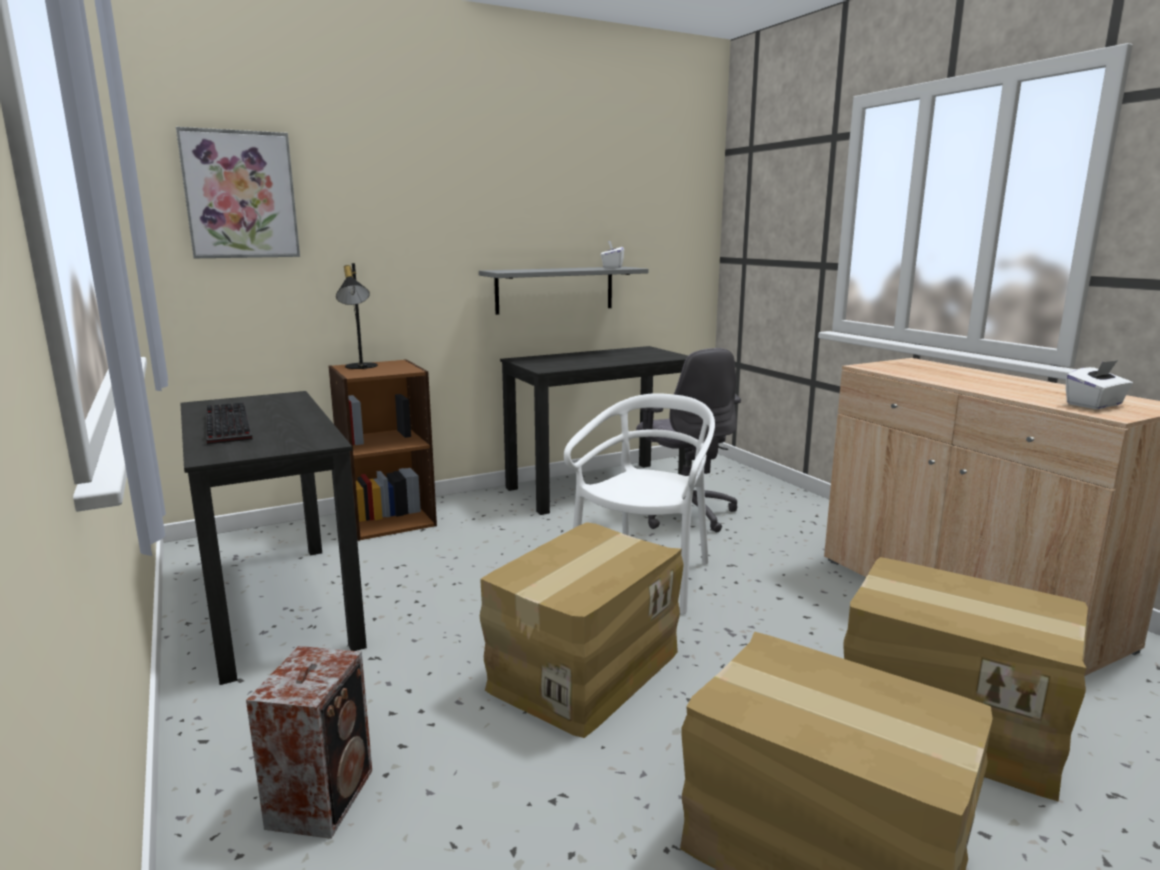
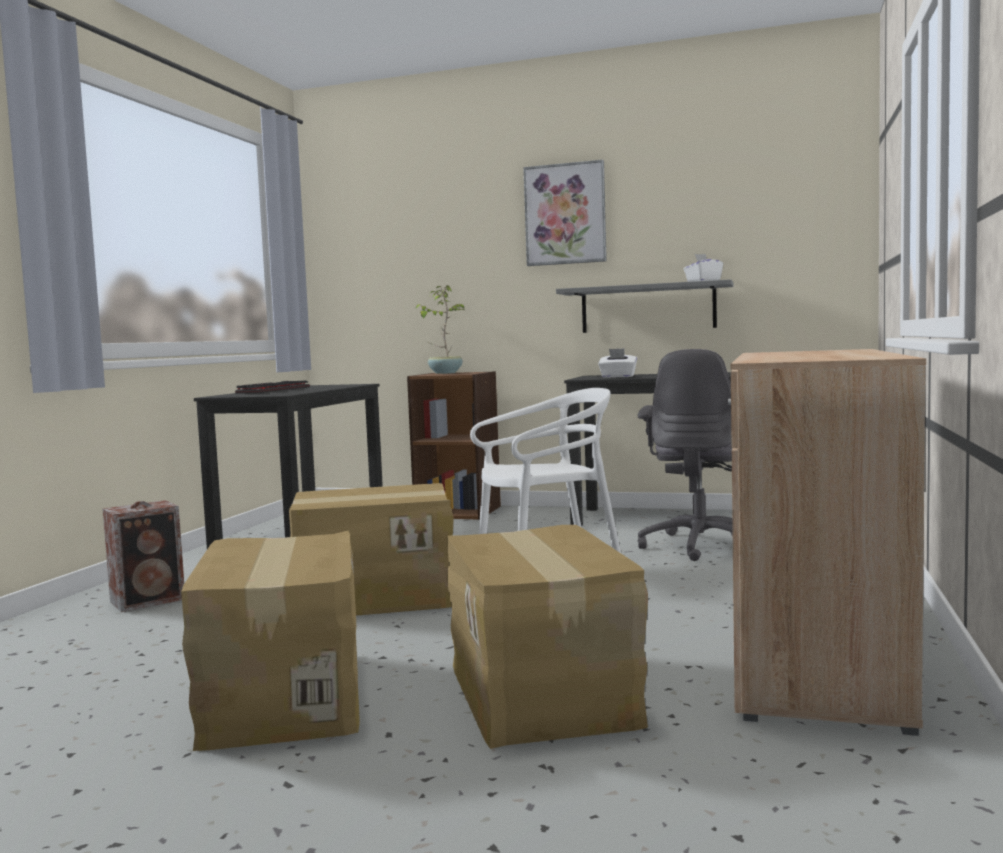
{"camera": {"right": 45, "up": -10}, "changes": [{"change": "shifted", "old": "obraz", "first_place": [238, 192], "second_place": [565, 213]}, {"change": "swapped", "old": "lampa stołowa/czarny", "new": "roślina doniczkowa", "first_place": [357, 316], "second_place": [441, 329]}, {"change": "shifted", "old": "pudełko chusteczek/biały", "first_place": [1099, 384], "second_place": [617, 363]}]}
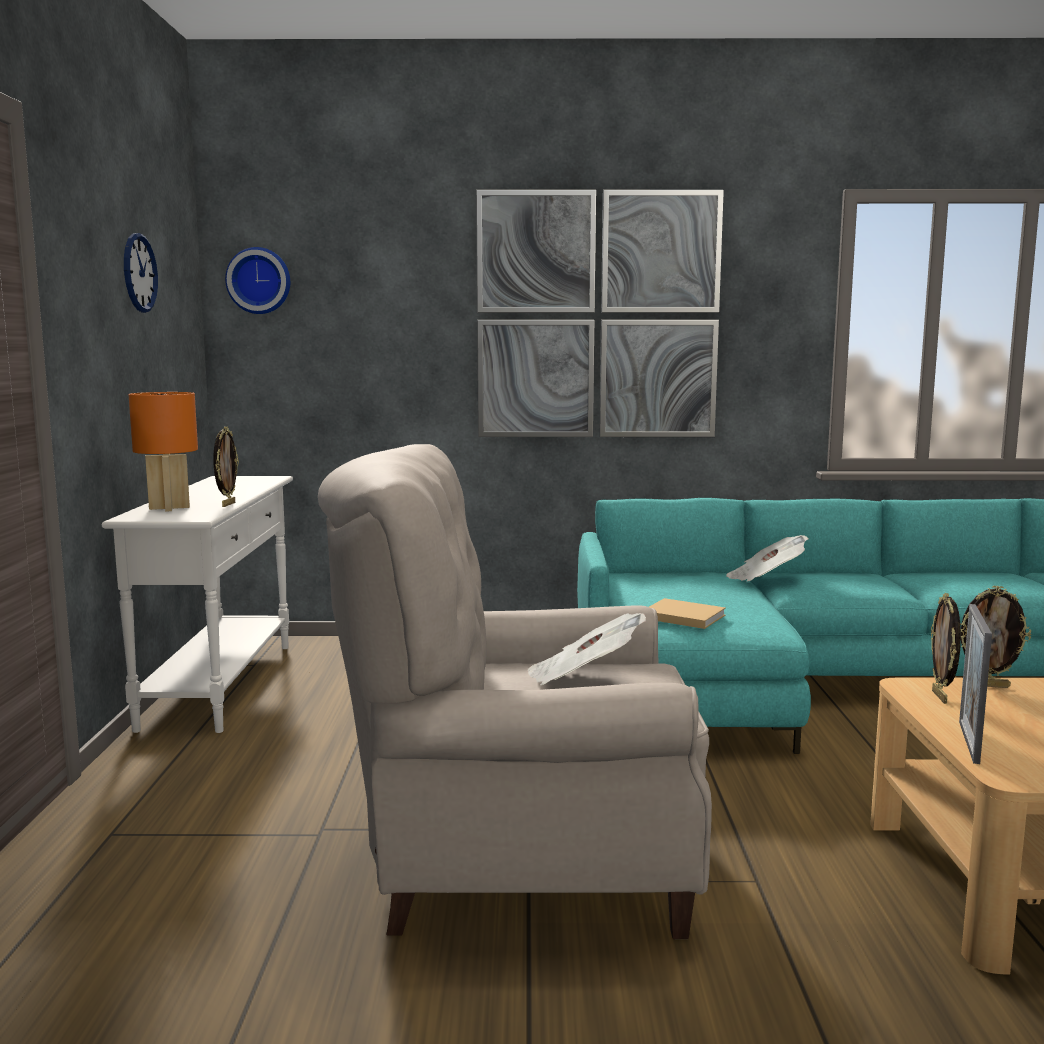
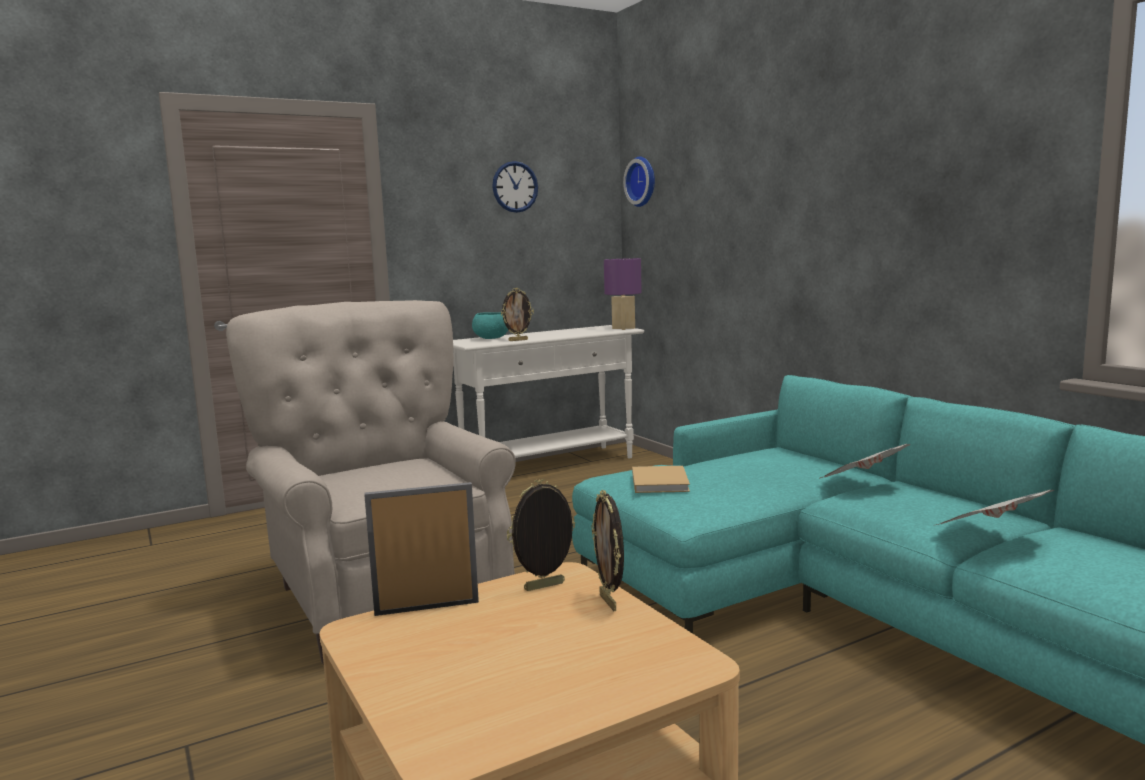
{"camera": {"right": 60, "up": 0}, "changes": [{"change": "swapped", "old": "lampa stołowa/pomarańczowy", "new": "miska/turkusowy", "first_place": [163, 452], "second_place": [490, 325]}, {"change": "gone", "old": "obraz", "first_place": [600, 313]}, {"change": "shifted", "old": "gazeta", "first_place": [586, 649], "second_place": [995, 507]}, {"change": "new", "new": "lampa stołowa/fioletowy", "second_place": [623, 294]}]}
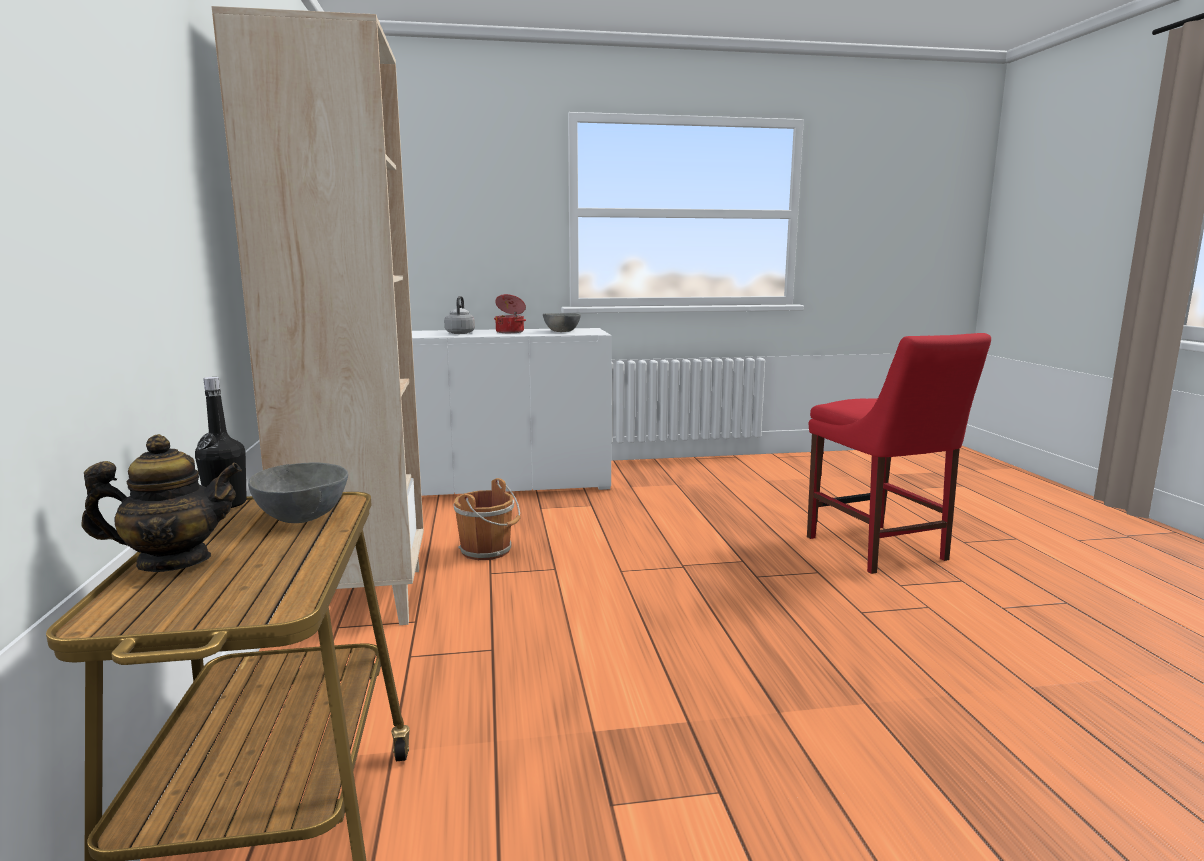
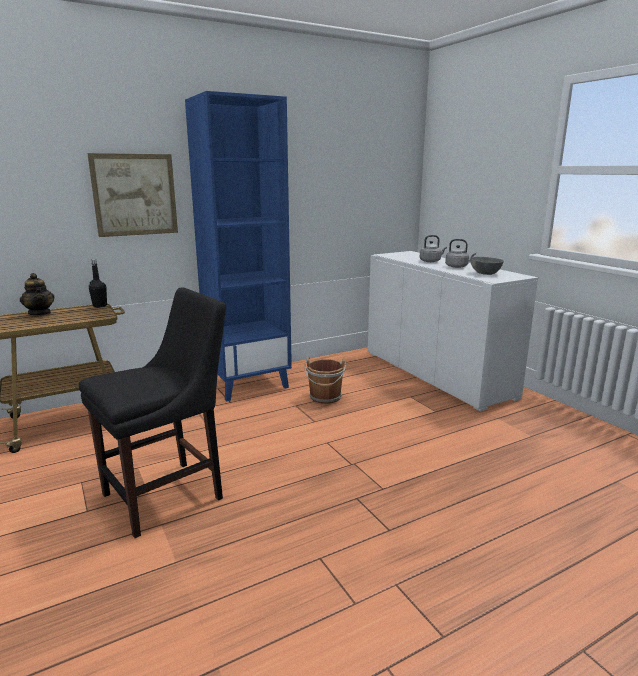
{"camera": {"right": 70, "up": 5}, "changes": [{"change": "repainted", "old": "regał/beżowy", "new": "regał/niebieski", "first_place": [317, 315], "second_place": [238, 246]}, {"change": "gone", "old": "miska/szary", "first_place": [298, 492]}, {"change": "swapped", "old": "garnek", "new": "czajnik/szary", "first_place": [510, 313], "second_place": [460, 253]}, {"change": "gone", "old": "krzesło/czerwony", "first_place": [899, 453]}, {"change": "new", "new": "krzesło/czarny", "second_place": [152, 412]}, {"change": "new", "new": "obraz", "second_place": [132, 195]}]}
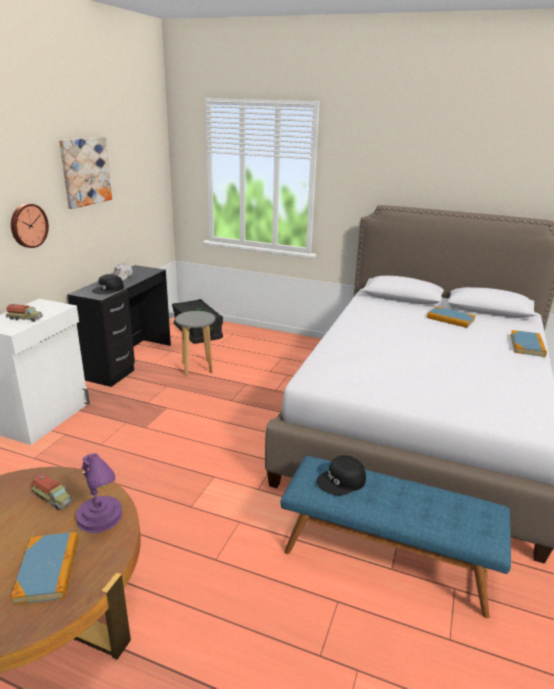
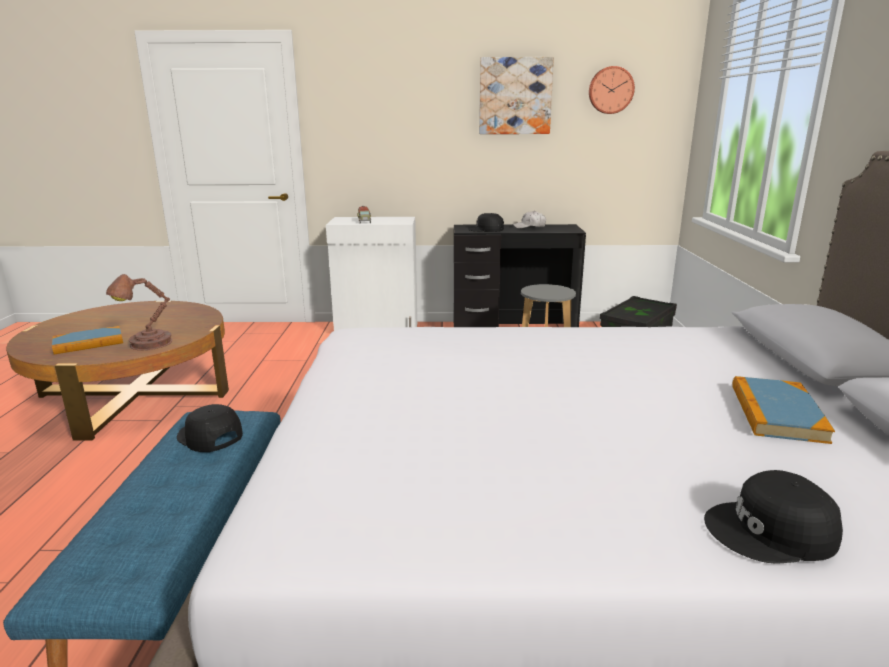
{"camera": {"right": 70, "up": -5}, "changes": [{"change": "shifted", "old": "zegar ścienny", "first_place": [30, 225], "second_place": [612, 90]}, {"change": "gone", "old": "ciężarówka zabawkowa", "first_place": [52, 492]}, {"change": "repainted", "old": "lampa stołowa/fioletowy", "new": "lampa stołowa/brązowy", "first_place": [99, 493], "second_place": [139, 312]}, {"change": "swapped", "old": "książka", "new": "czapka z daszkiem/czarny", "first_place": [528, 343], "second_place": [773, 517]}]}
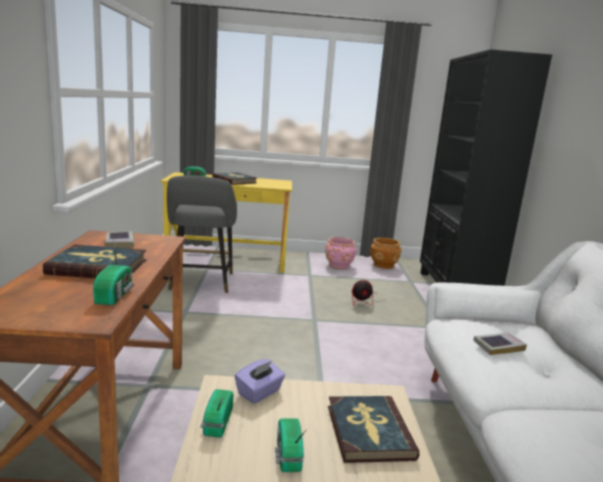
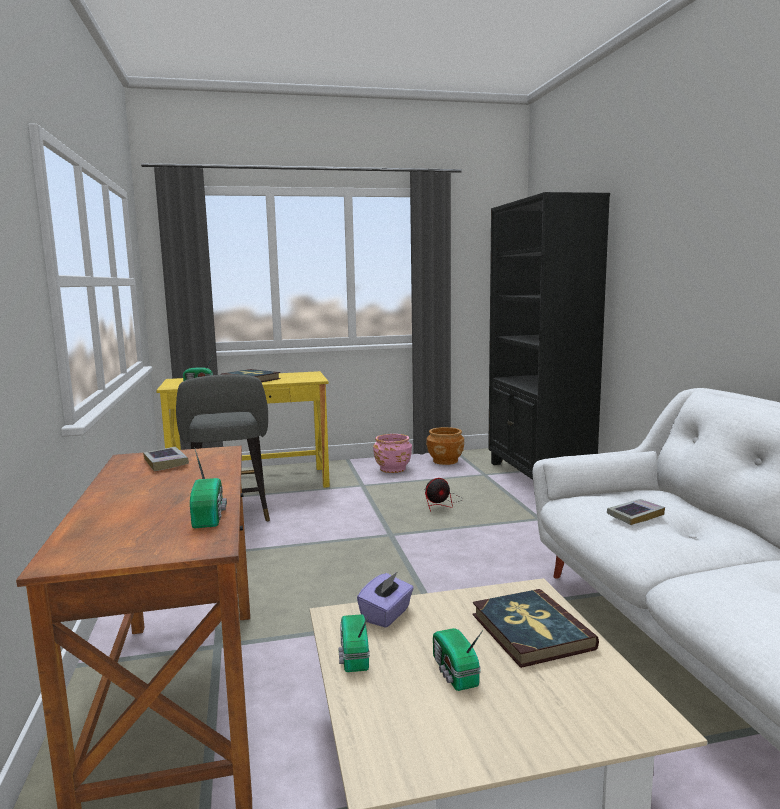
{"camera": {"right": -10, "up": -5}, "changes": [{"change": "gone", "old": "książka", "first_place": [95, 261]}]}
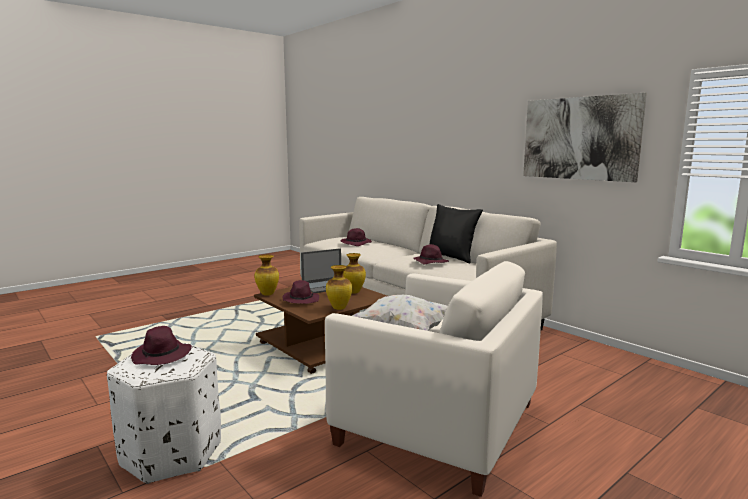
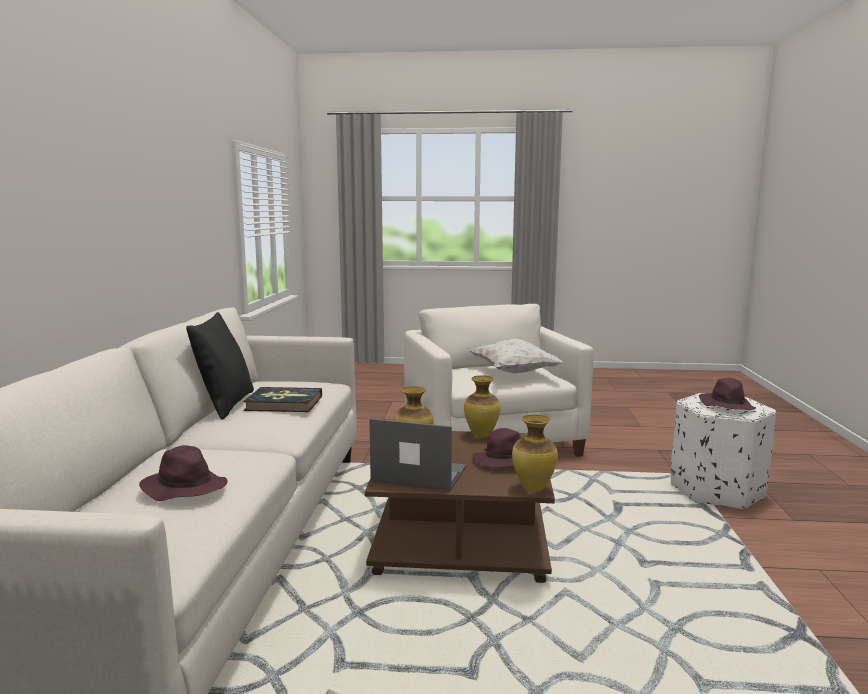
{"camera": {"right": -135, "up": 0}, "changes": [{"change": "swapped", "old": "kapelusz/fioletowy", "new": "książka", "first_place": [431, 254], "second_place": [282, 399]}, {"change": "gone", "old": "obraz", "first_place": [585, 137]}]}
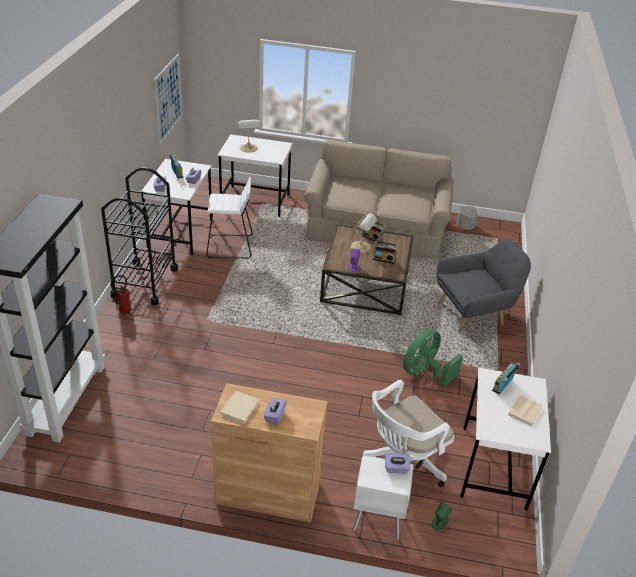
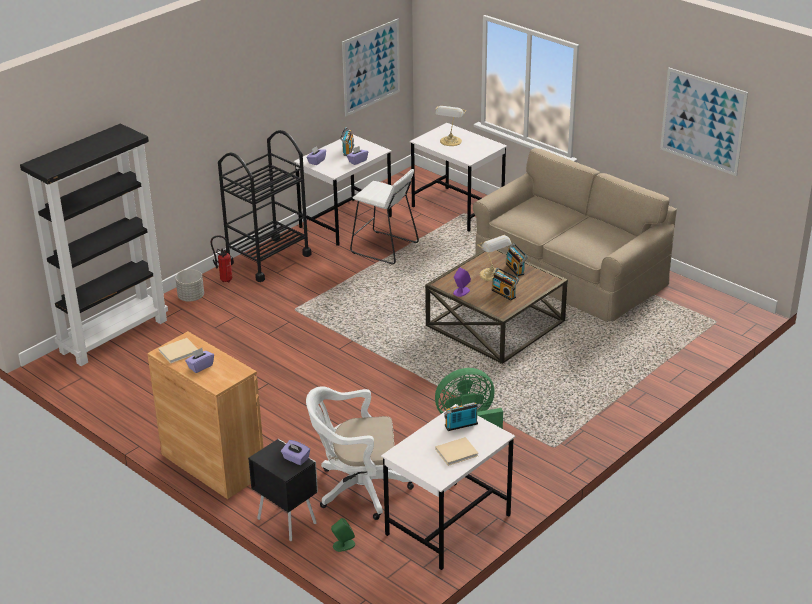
{"camera": {"right": 35, "up": -5}, "changes": [{"change": "repainted", "old": "szafka nocna/biały", "new": "szafka nocna/czarny", "first_place": [383, 497], "second_place": [283, 490]}, {"change": "gone", "old": "fotel/szary", "first_place": [484, 285]}, {"change": "shifted", "old": "donica/szary", "first_place": [468, 218], "second_place": [189, 285]}, {"change": "new", "new": "obraz", "second_place": [704, 122]}]}
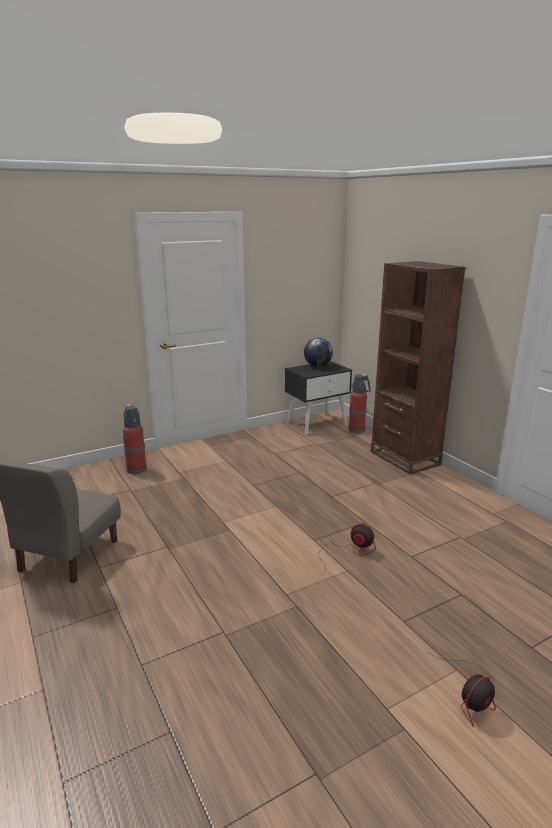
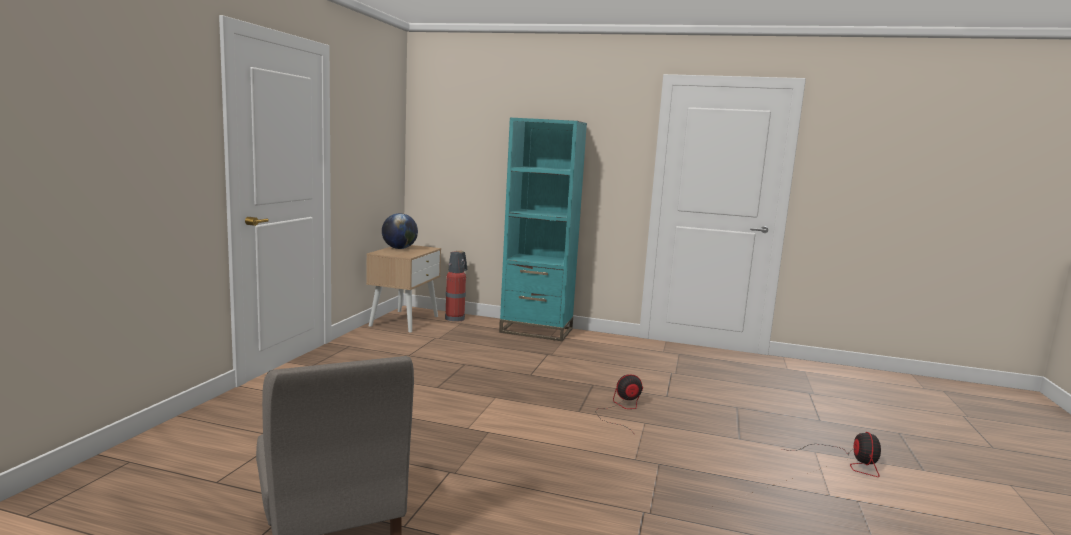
{"camera": {"right": -45, "up": -10}, "changes": [{"change": "gone", "old": "gaśnica", "first_place": [135, 439]}, {"change": "repainted", "old": "szafka nocna/czarny", "new": "szafka nocna/beżowy", "first_place": [318, 398], "second_place": [403, 289]}, {"change": "repainted", "old": "regał/brązowy", "new": "regał/turkusowy", "first_place": [418, 368], "second_place": [543, 229]}]}
